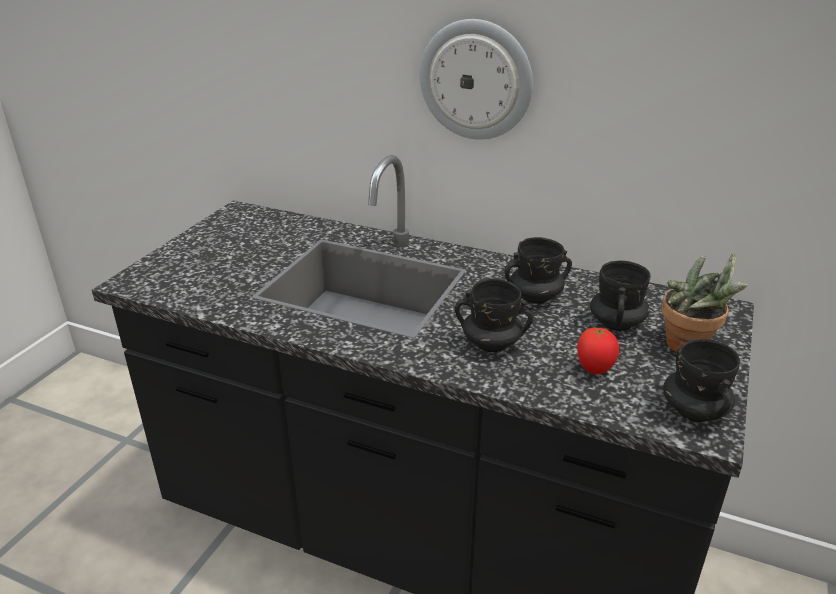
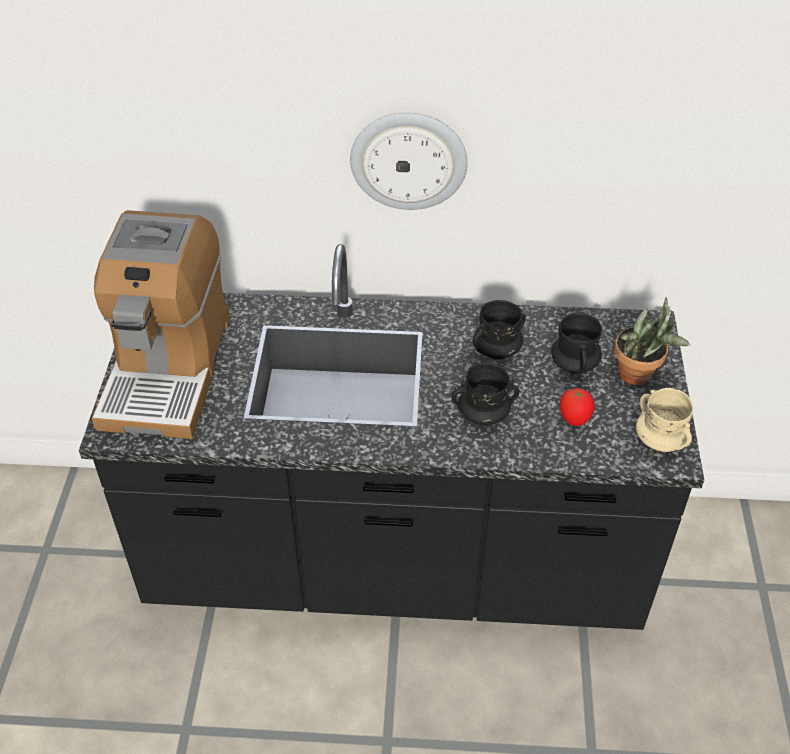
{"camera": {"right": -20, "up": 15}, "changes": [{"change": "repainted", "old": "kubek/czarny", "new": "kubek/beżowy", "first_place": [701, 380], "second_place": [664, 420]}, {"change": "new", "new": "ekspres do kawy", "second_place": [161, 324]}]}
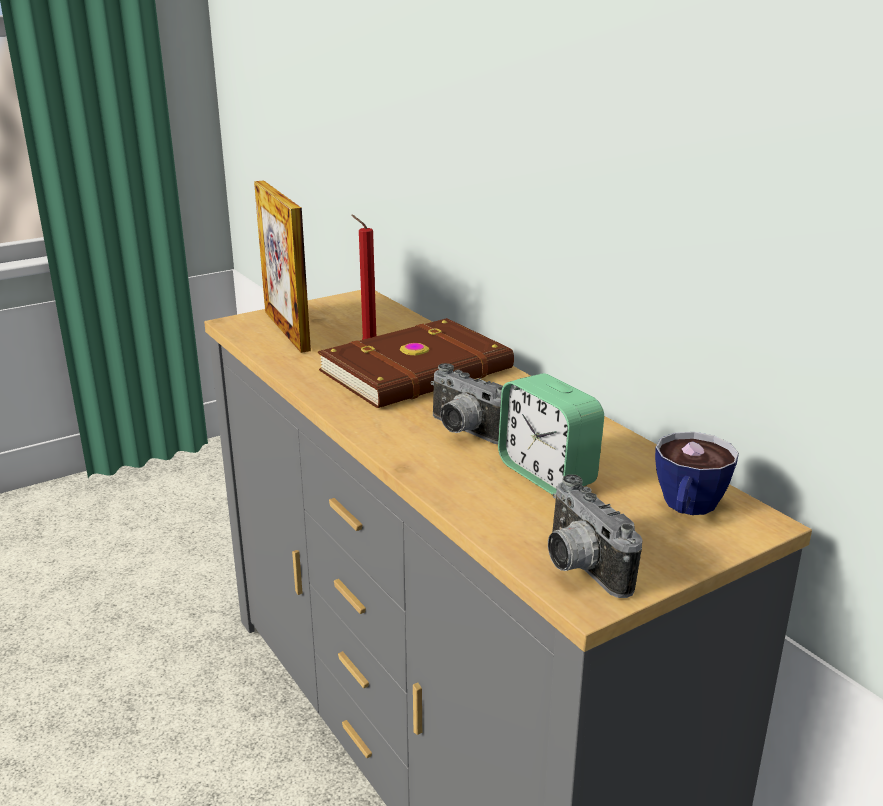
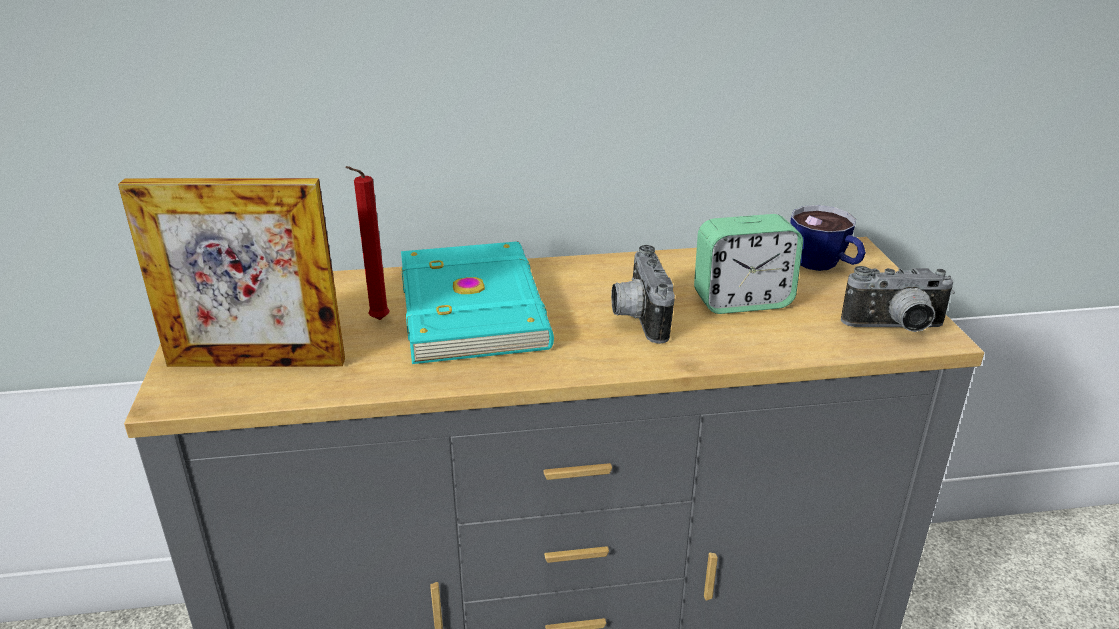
{"camera": {"right": -65, "up": 5}, "changes": [{"change": "repainted", "old": "książka/brązowy", "new": "książka/turkusowy", "first_place": [416, 363], "second_place": [477, 302]}, {"change": "rotated", "old": "aparat fotograficzny", "first_place": [467, 403], "second_place": [643, 294], "degrees": 105}]}
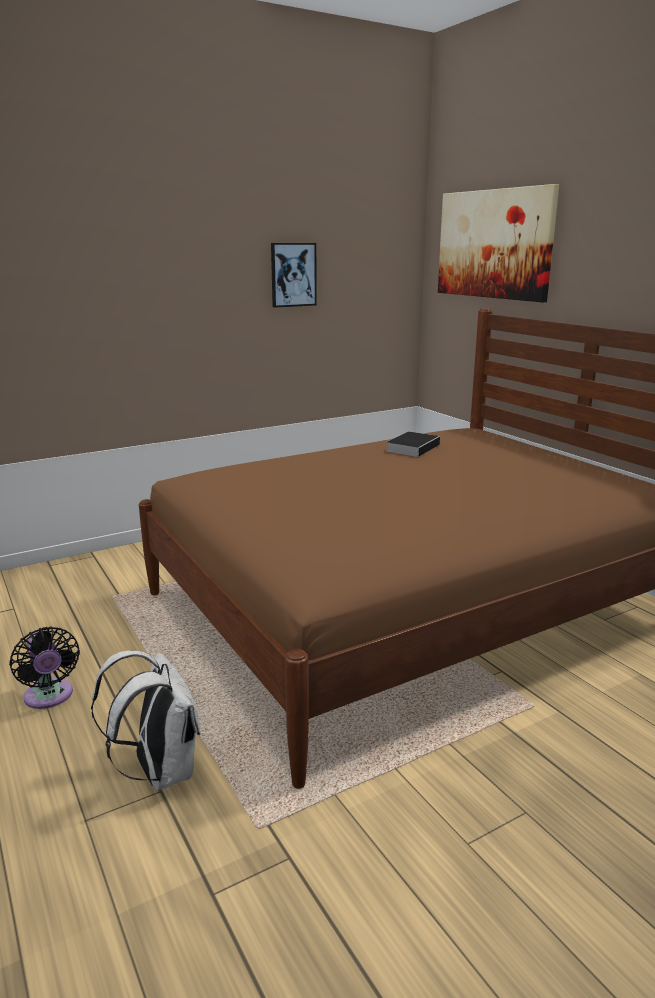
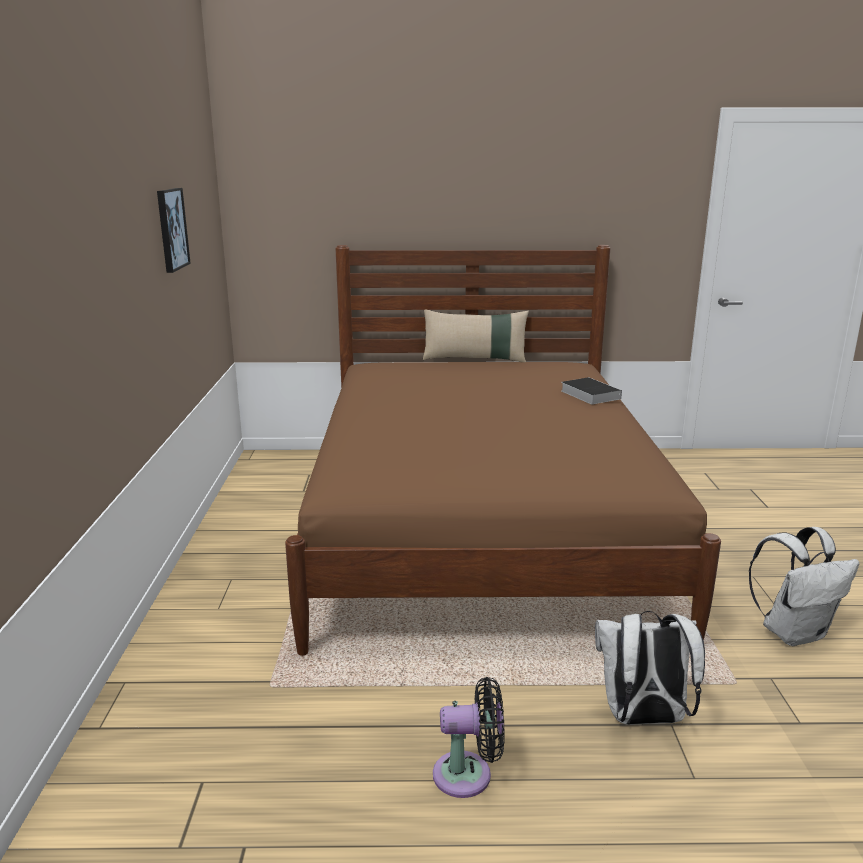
{"camera": {"right": -60, "up": 0}, "changes": [{"change": "shifted", "old": "książka", "first_place": [413, 444], "second_place": [591, 391]}, {"change": "gone", "old": "obraz", "first_place": [498, 243]}, {"change": "new", "new": "poduszka/beżowy", "second_place": [476, 335]}, {"change": "new", "new": "plecak/biały", "second_place": [804, 586]}]}
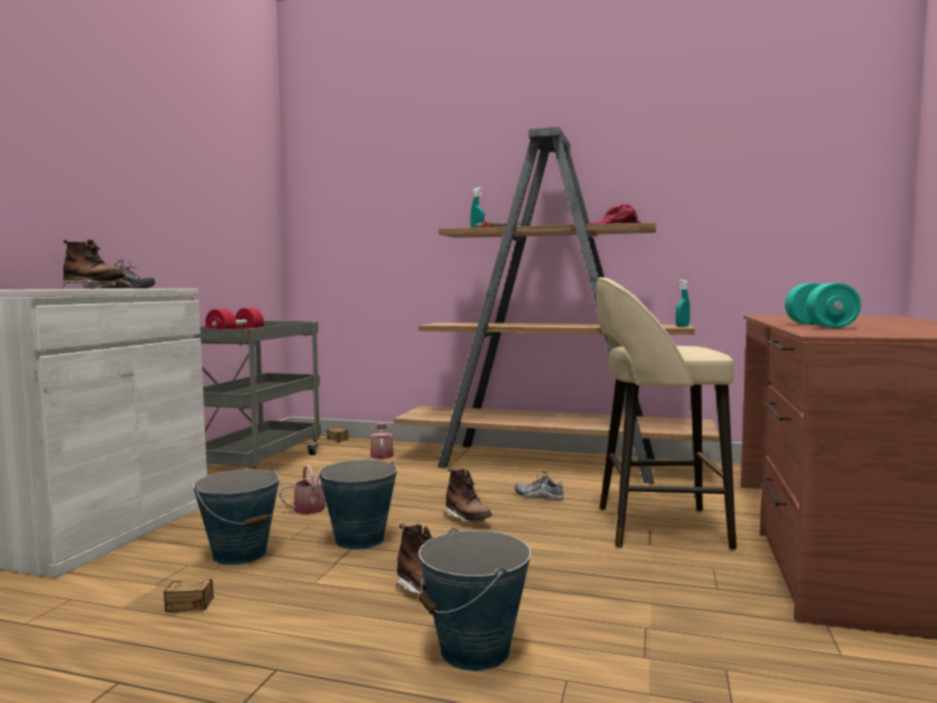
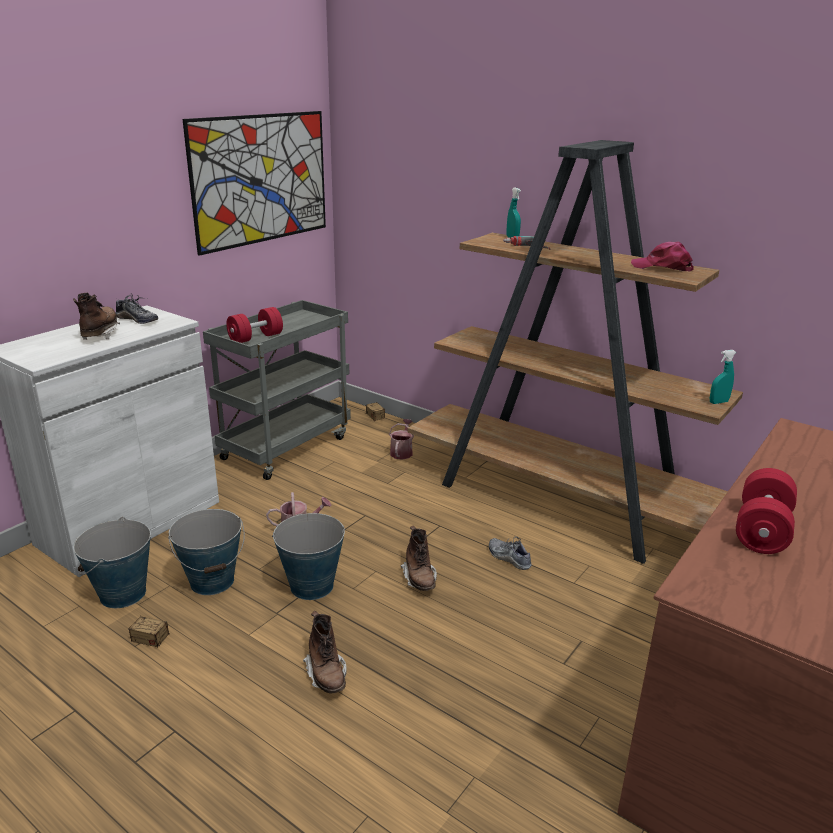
{"camera": {"right": 20, "up": 20}, "changes": [{"change": "rotated", "old": "but z cholewką/brązowy", "first_place": [94, 264], "second_place": [96, 316], "degrees": -135}, {"change": "shifted", "old": "wiadro", "first_place": [475, 599], "second_place": [112, 562]}, {"change": "gone", "old": "stołek/beżowy", "first_place": [667, 413]}, {"change": "repainted", "old": "hantel/turkusowy", "new": "hantel/czerwony", "first_place": [823, 305], "second_place": [766, 511]}, {"change": "new", "new": "obraz", "second_place": [254, 183]}]}
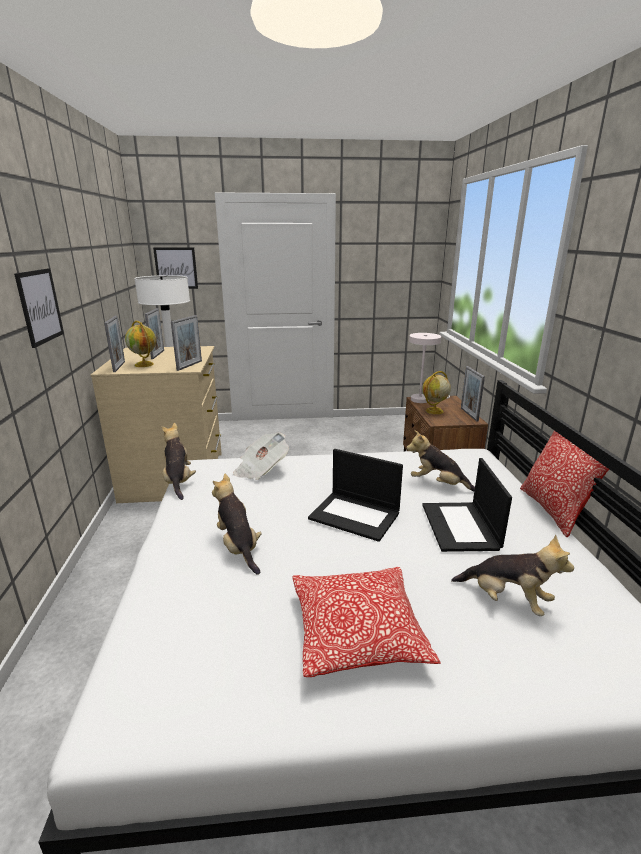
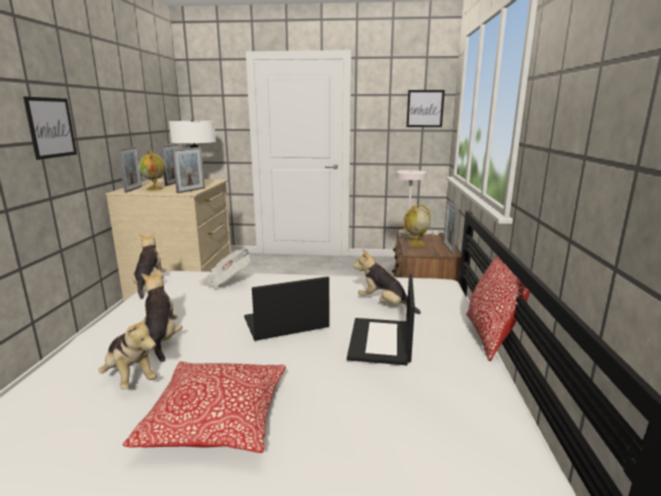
{"camera": {"right": 10, "up": -5}, "changes": [{"change": "shifted", "old": "obraz", "first_place": [175, 268], "second_place": [425, 108]}, {"change": "rotated", "old": "laptop", "first_place": [355, 495], "second_place": [286, 309], "degrees": 120}, {"change": "shifted", "old": "pluszak", "first_place": [512, 575], "second_place": [127, 351]}]}
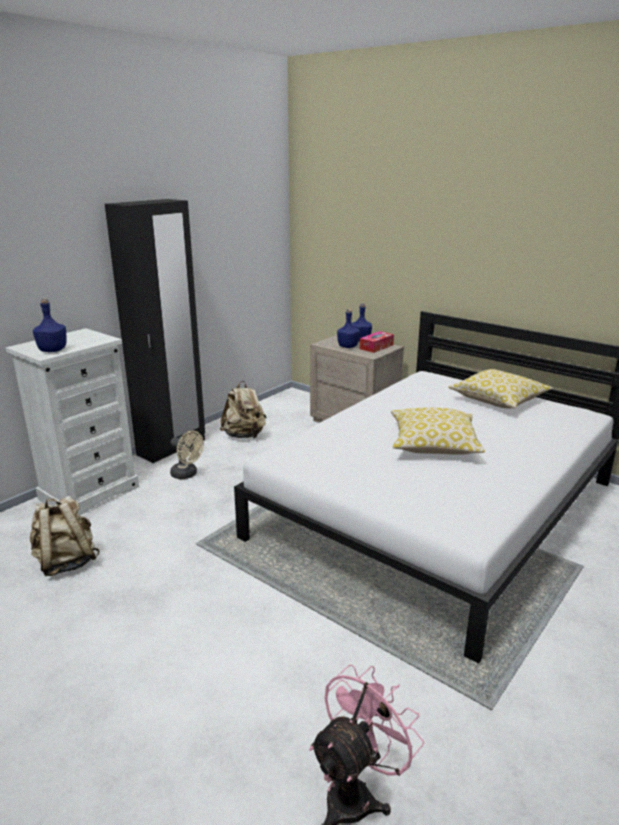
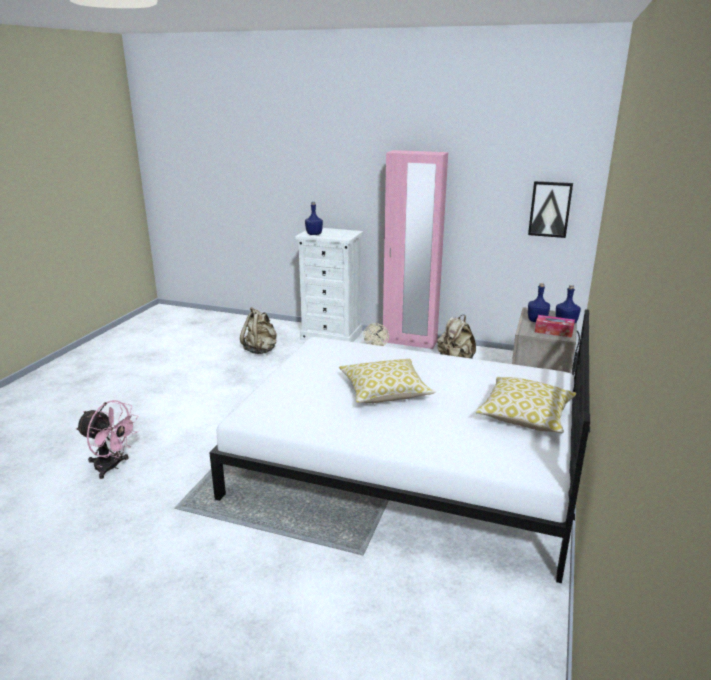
{"camera": {"right": 70, "up": 0}, "changes": [{"change": "repainted", "old": "szafa/czarny", "new": "szafa/różowy", "first_place": [155, 331], "second_place": [415, 249]}, {"change": "new", "new": "obraz", "second_place": [550, 209]}]}
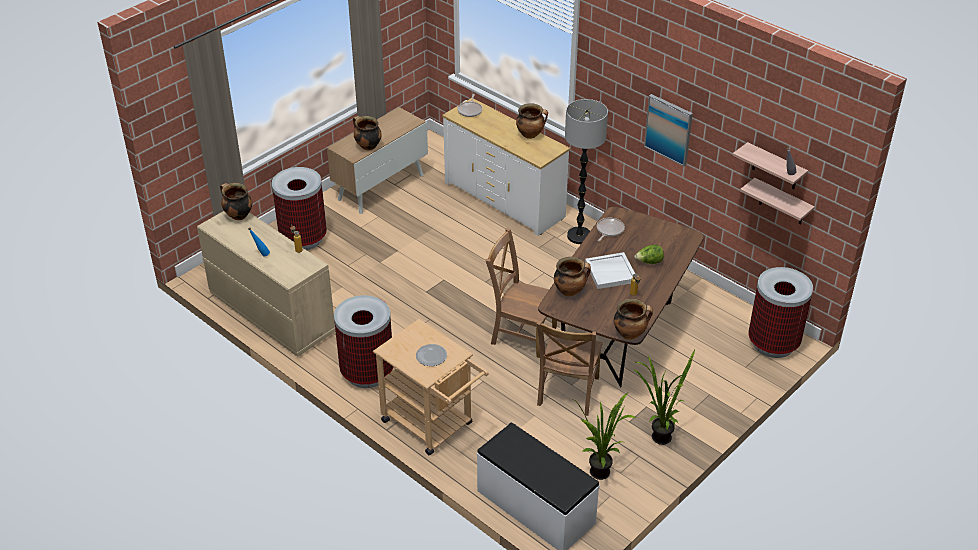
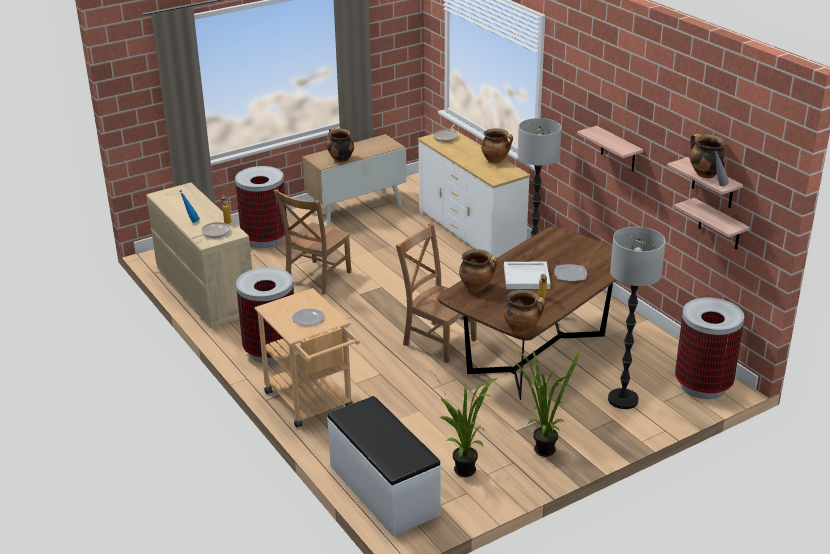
{"camera": {"right": 15, "up": -10}, "changes": [{"change": "shifted", "old": "garnek", "first_place": [236, 201], "second_place": [708, 156]}, {"change": "shifted", "old": "krzesło/brązowy", "first_place": [570, 368], "second_place": [312, 242]}, {"change": "shifted", "old": "patelnia", "first_place": [611, 229], "second_place": [211, 230]}, {"change": "swapped", "old": "sałata", "new": "talerz", "first_place": [649, 254], "second_place": [570, 272]}, {"change": "swapped", "old": "obraz", "new": "półka", "first_place": [668, 130], "second_place": [610, 148]}, {"change": "new", "new": "lampa stojąca", "second_place": [636, 318]}]}
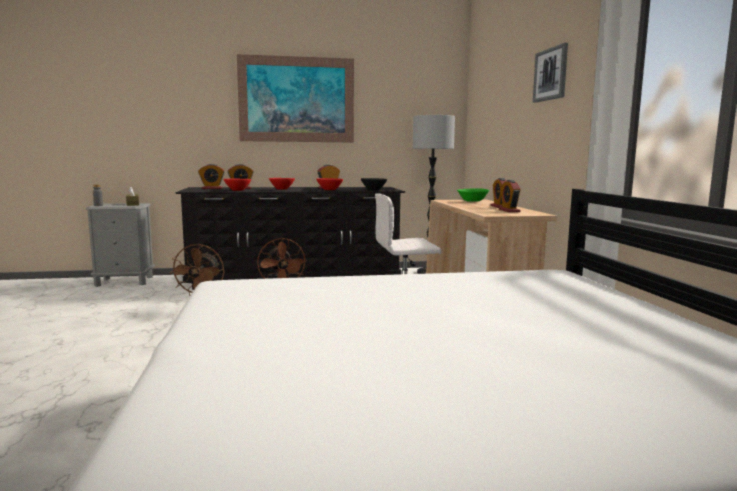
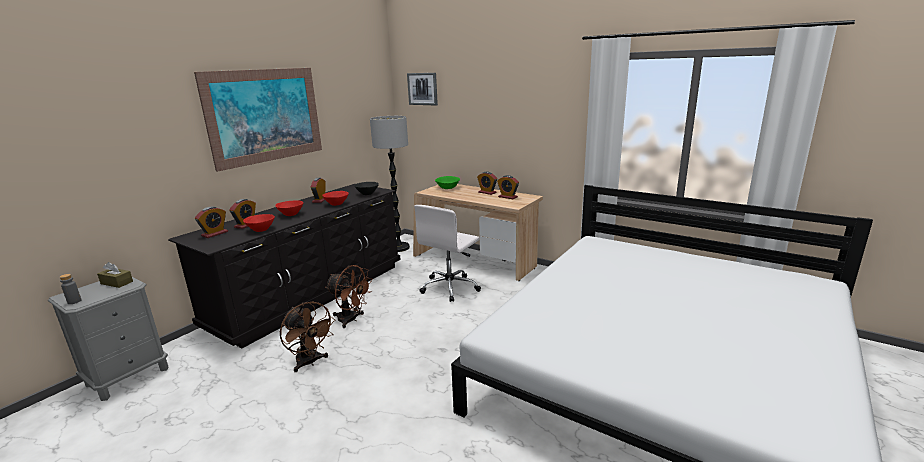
{"camera": {"right": -45, "up": 10}, "changes": [{"change": "shifted", "old": "obraz", "first_place": [550, 73], "second_place": [422, 89]}]}
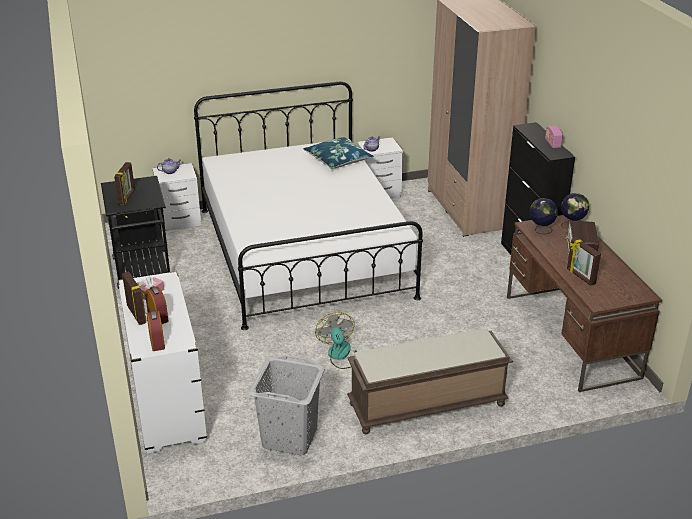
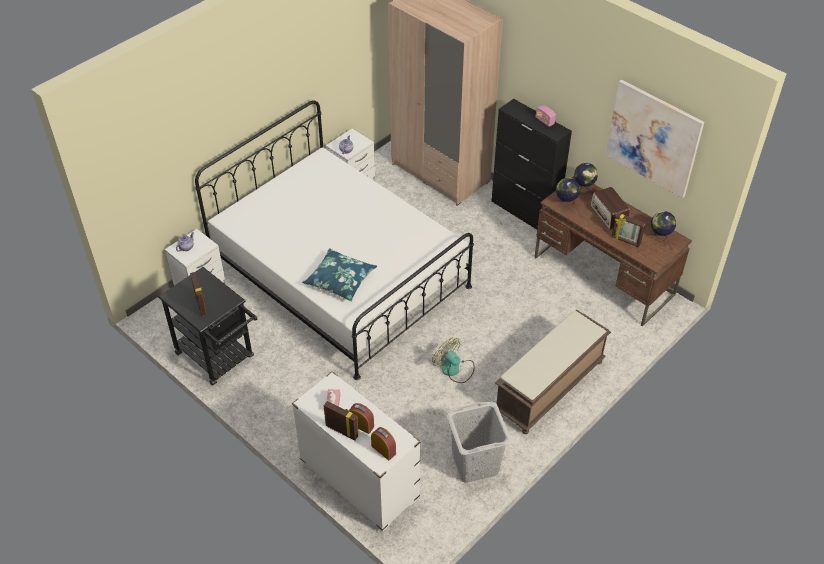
{"camera": {"right": -30, "up": 15}, "changes": [{"change": "shifted", "old": "poduszka/niebieski", "first_place": [338, 153], "second_place": [339, 275]}, {"change": "new", "new": "obraz", "second_place": [655, 139]}, {"change": "new", "new": "globus", "second_place": [663, 226]}]}
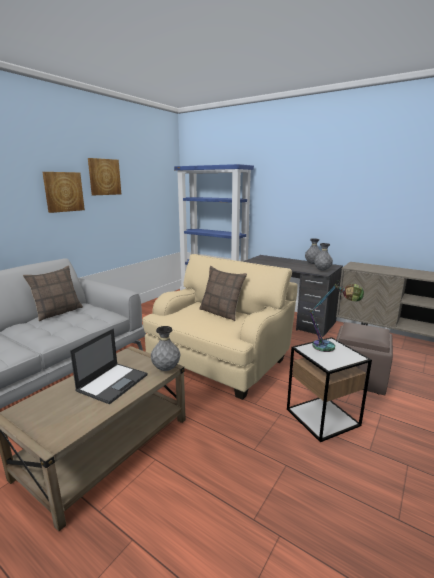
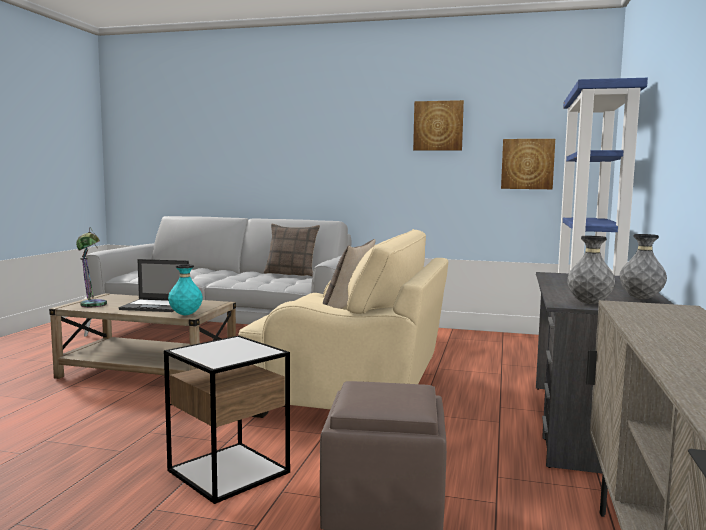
{"camera": {"right": 70, "up": -10}, "changes": [{"change": "shifted", "old": "obraz", "first_place": [63, 192], "second_place": [528, 164]}, {"change": "repainted", "old": "wazon/szary", "new": "wazon/turkusowy", "first_place": [165, 348], "second_place": [185, 289]}, {"change": "shifted", "old": "lampa stołowa", "first_place": [335, 316], "second_place": [91, 267]}]}
